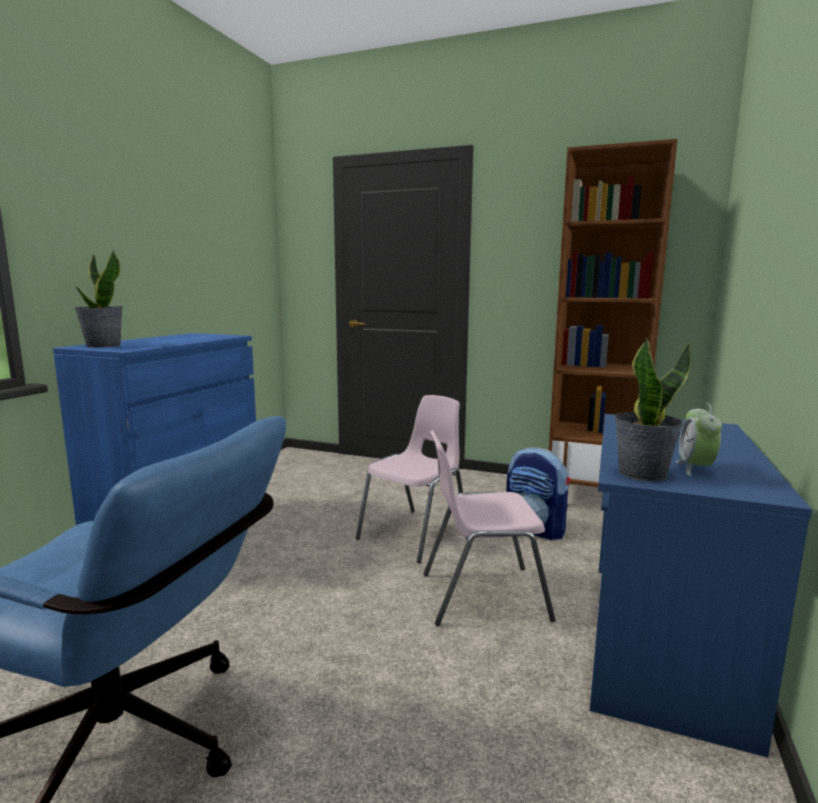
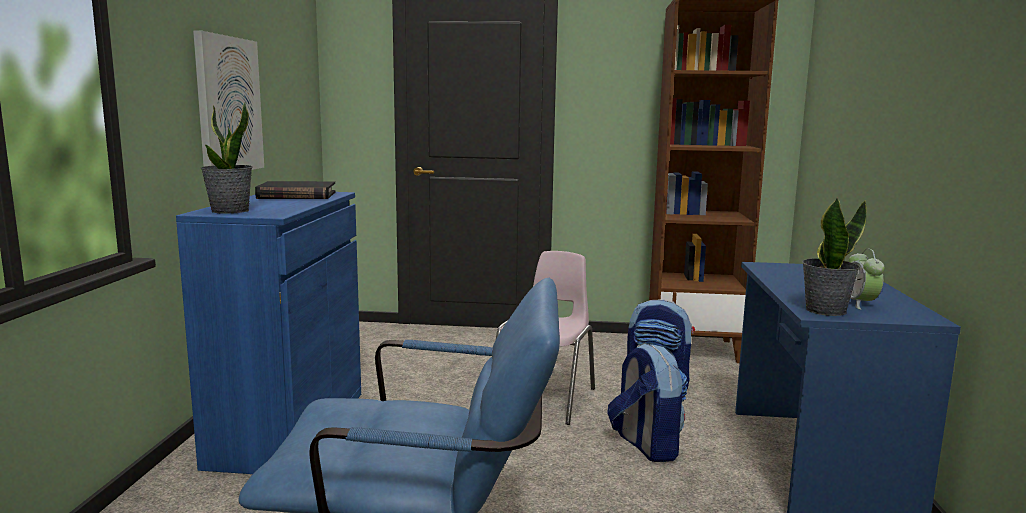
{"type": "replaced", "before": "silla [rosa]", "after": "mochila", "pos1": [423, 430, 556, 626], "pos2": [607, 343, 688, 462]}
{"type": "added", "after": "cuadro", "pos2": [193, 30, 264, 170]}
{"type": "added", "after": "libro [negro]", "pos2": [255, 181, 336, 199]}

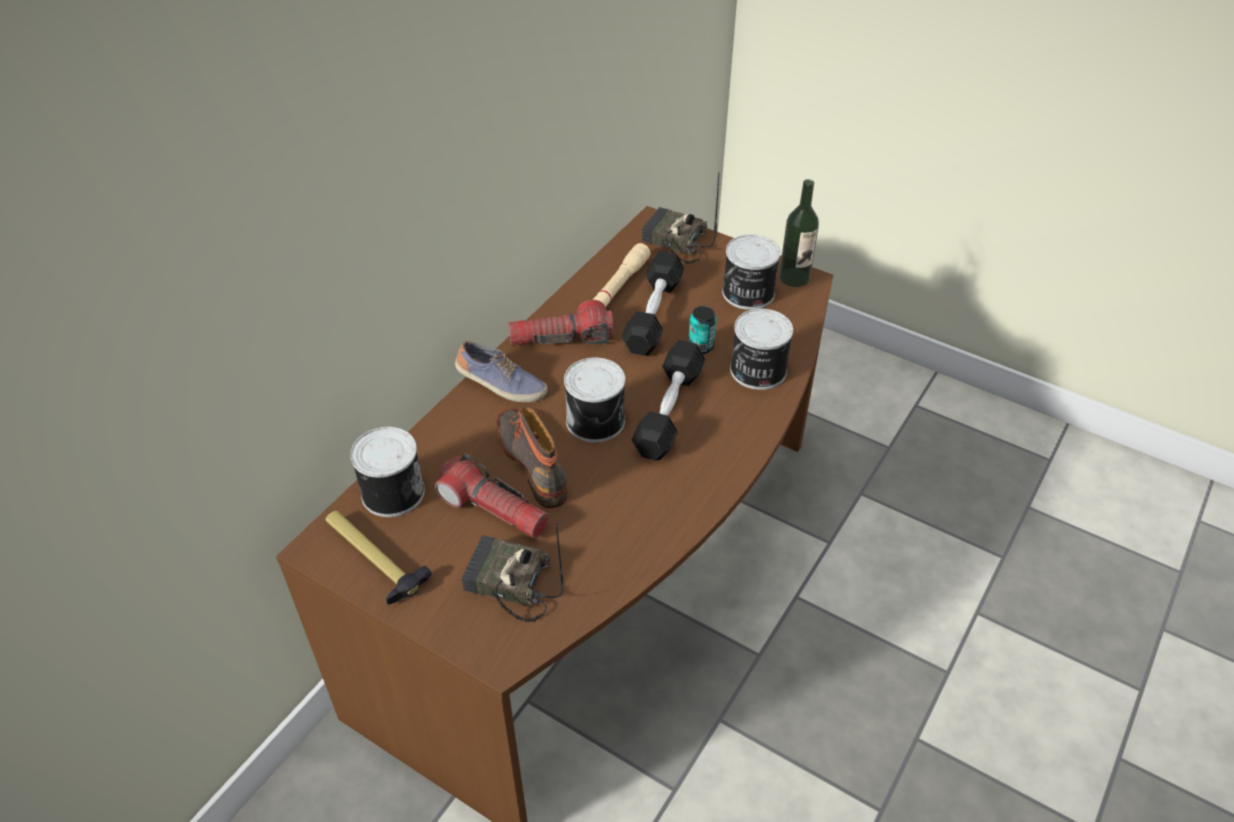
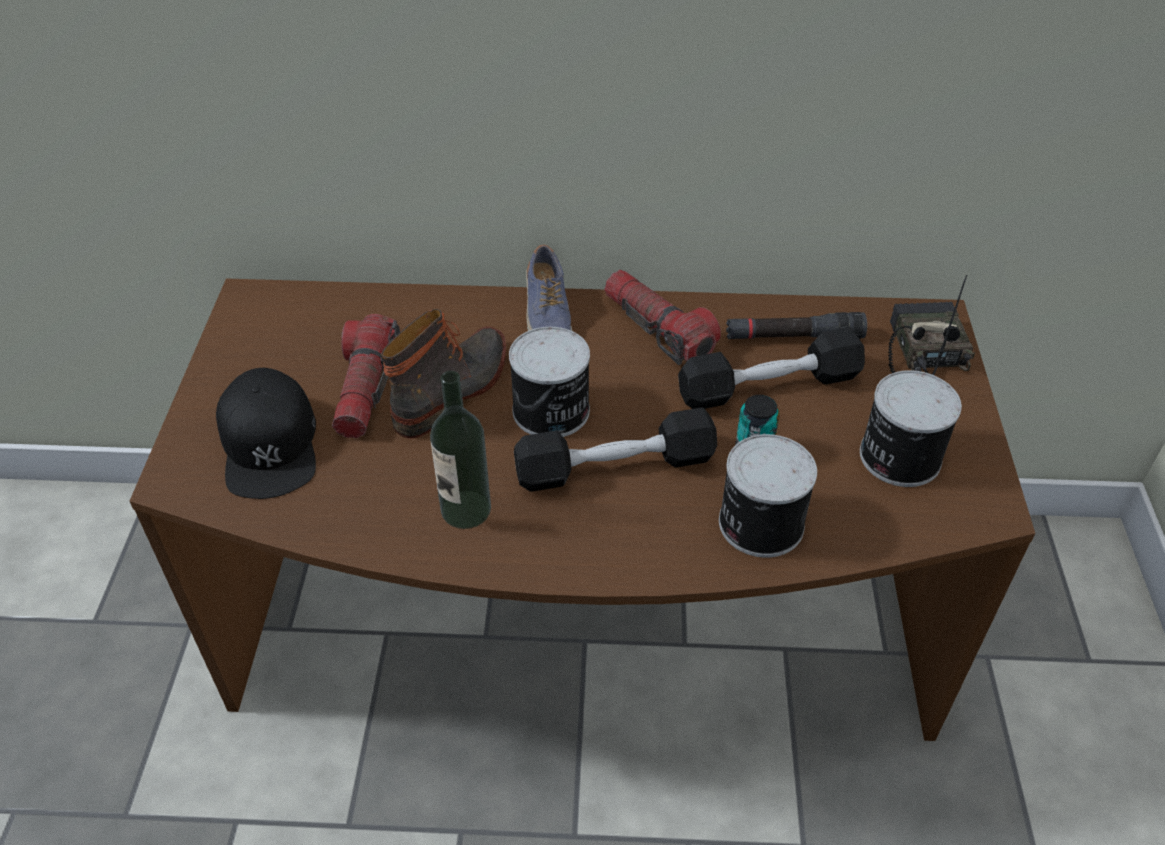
{"type": "removed", "before": "martillo", "pos1": [325, 510, 432, 605]}
{"type": "removed", "before": "lata", "pos1": [350, 427, 425, 517]}
{"type": "replaced", "before": "radio", "after": "gorra [negro]", "pos1": [462, 522, 563, 622], "pos2": [216, 368, 316, 499]}
{"type": "recoloured", "before": "linterna [beis]", "after": "linterna [negro]", "pos1": [593, 243, 651, 307], "pos2": [726, 312, 867, 339]}
{"type": "moved", "before": "botella", "pos1": [779, 179, 819, 287], "pos2": [430, 371, 491, 529]}

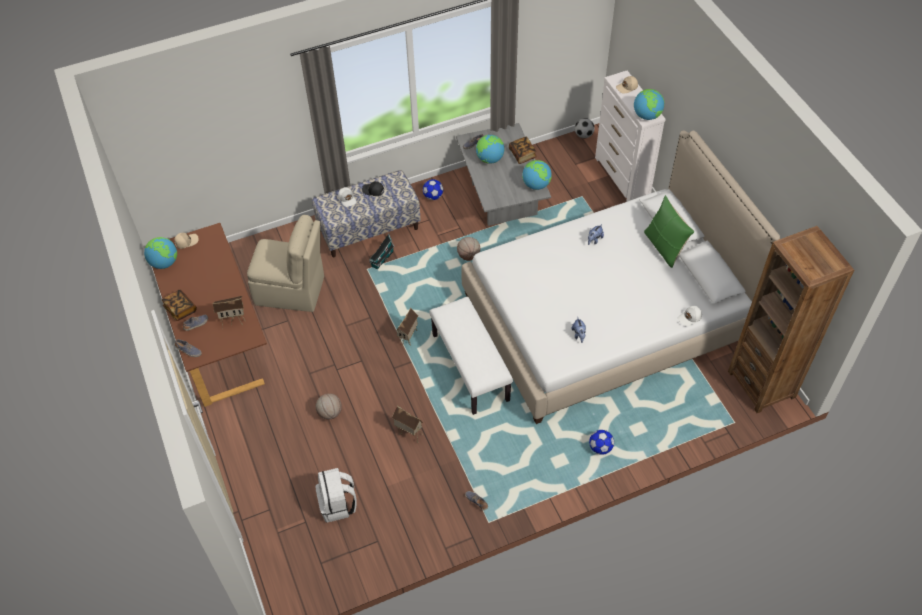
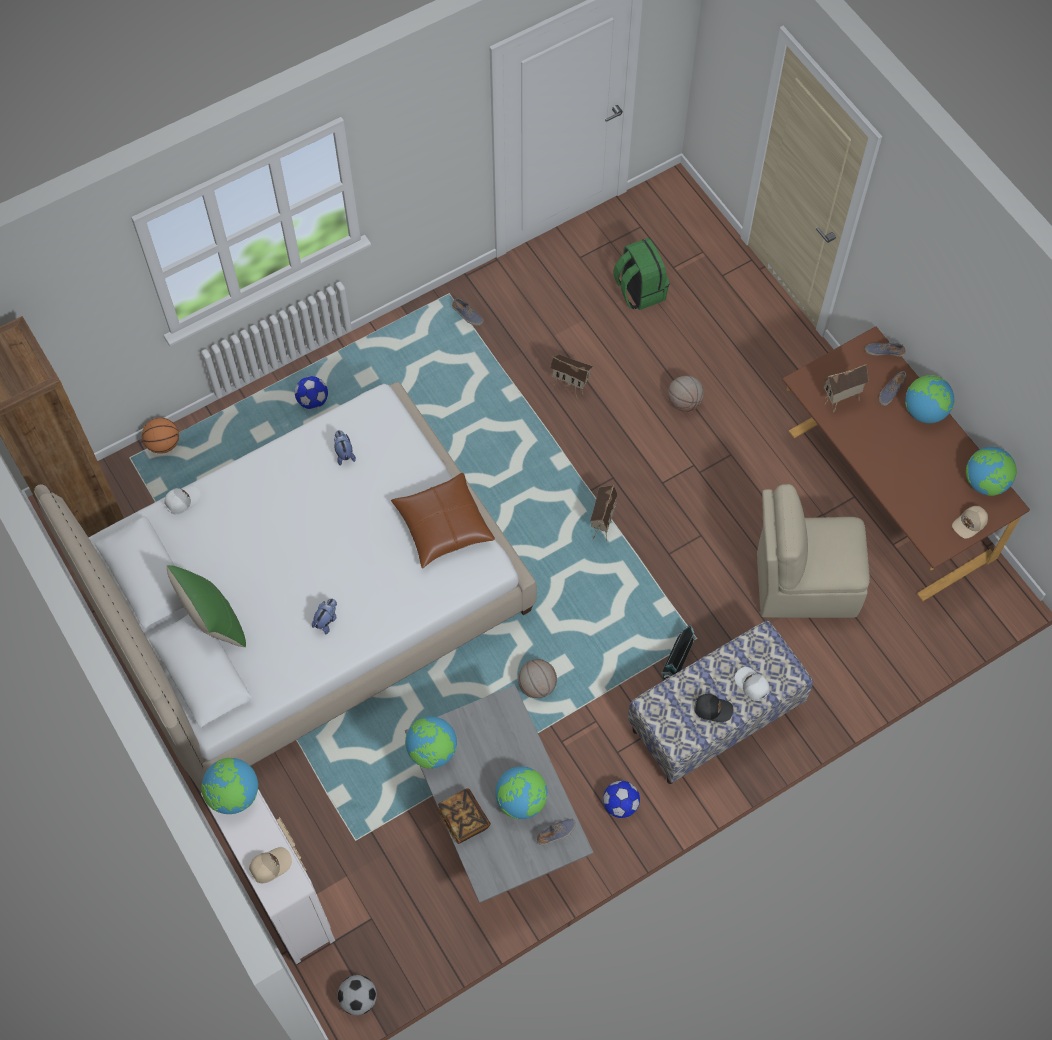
{"type": "replaced", "before": "libro", "after": "globo terráqueo", "pos1": [162, 290, 197, 321], "pos2": [905, 375, 954, 423]}
{"type": "recoloured", "before": "mochila [blanco]", "after": "mochila [verde]", "pos1": [316, 468, 357, 522], "pos2": [613, 238, 670, 310]}
{"type": "removed", "before": "banco [blanco]", "pos1": [429, 297, 513, 415]}
{"type": "added", "after": "balón de baloncesto", "pos2": [142, 418, 179, 454]}
{"type": "added", "after": "cojín [marrón]", "pos2": [391, 473, 495, 568]}

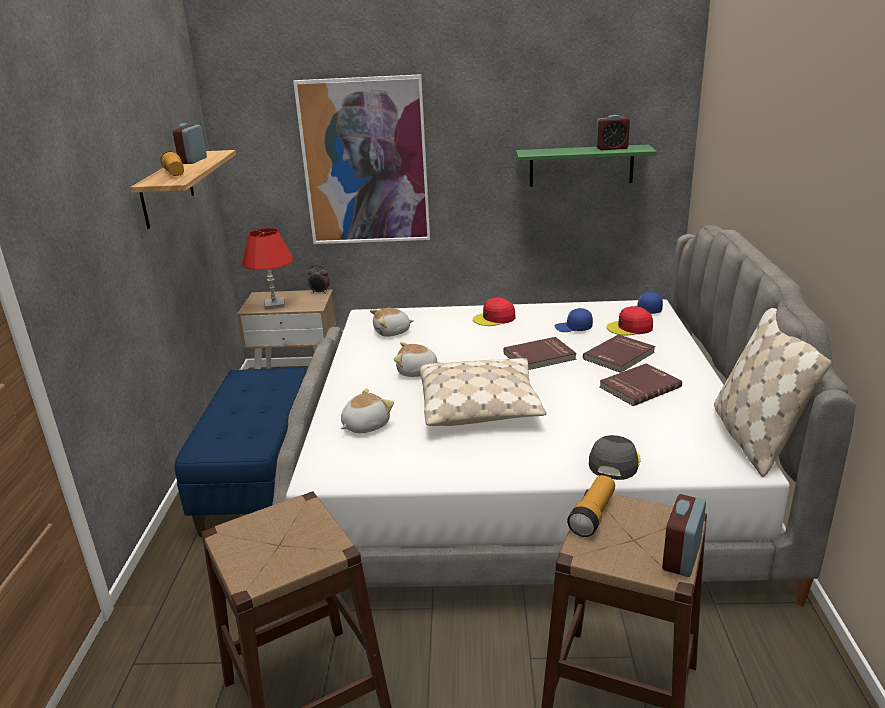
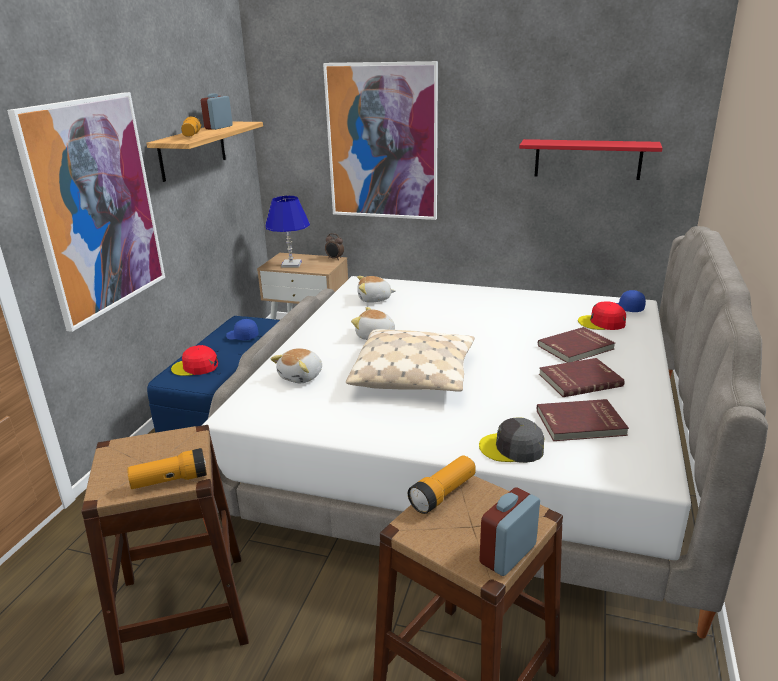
{"type": "recoloured", "before": "lámpara de mesa [rojo]", "after": "lámpara de mesa [azul]", "pos1": [242, 228, 294, 310], "pos2": [265, 196, 310, 268]}
{"type": "turned", "before": "peluche", "pos1": [341, 388, 394, 433], "pos2": [270, 348, 322, 383], "turn": 150}
{"type": "moved", "before": "gorra [rojo]", "pos1": [473, 298, 516, 326], "pos2": [171, 345, 218, 376]}
{"type": "moved", "before": "libro [rojo]", "pos1": [503, 337, 577, 370], "pos2": [537, 399, 629, 441]}
{"type": "recoloured", "before": "estante [verde]", "after": "estante [rojo]", "pos1": [516, 145, 657, 187], "pos2": [519, 139, 662, 180]}
{"type": "moved", "before": "gorra [azul]", "pos1": [555, 308, 593, 332], "pos2": [226, 319, 259, 340]}
{"type": "turned", "before": "gorra [gris]", "pos1": [589, 435, 641, 480], "pos2": [479, 417, 544, 463], "turn": -120}
{"type": "removed", "before": "despertador", "pos1": [596, 115, 630, 150]}
{"type": "removed", "before": "cojín [beis]", "pos1": [714, 308, 832, 477]}
{"type": "added", "after": "cuadro", "pos2": [7, 92, 165, 332]}
{"type": "added", "after": "linterna", "pos2": [127, 448, 207, 489]}

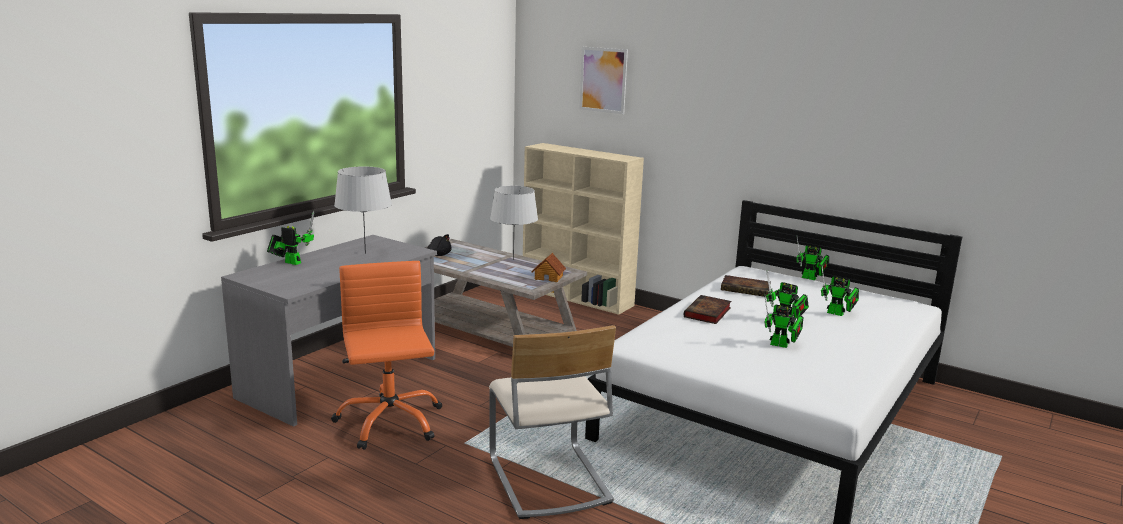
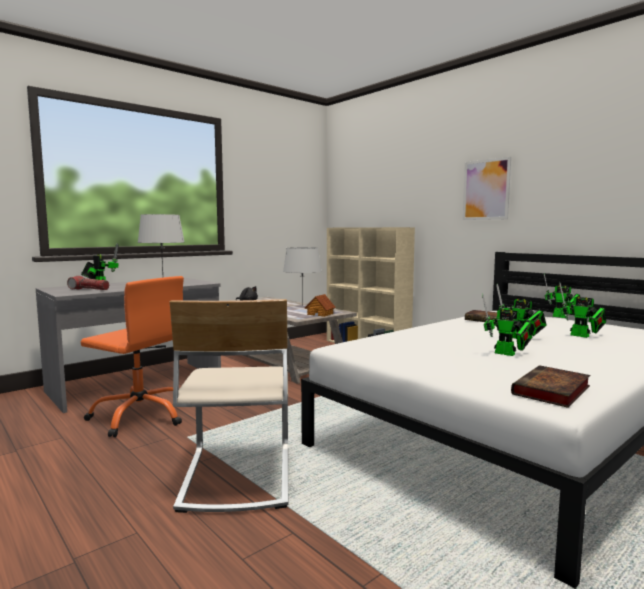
{"type": "turned", "before": "silla de oficina [naranja]", "pos1": [331, 261, 442, 450], "pos2": [81, 276, 184, 437], "turn": 120}
{"type": "moved", "before": "cuadro", "pos1": [580, 47, 628, 114], "pos2": [463, 157, 511, 220]}
{"type": "moved", "before": "libro", "pos1": [684, 295, 731, 324], "pos2": [511, 365, 591, 408]}
{"type": "added", "after": "linterna", "pos2": [67, 276, 109, 290]}

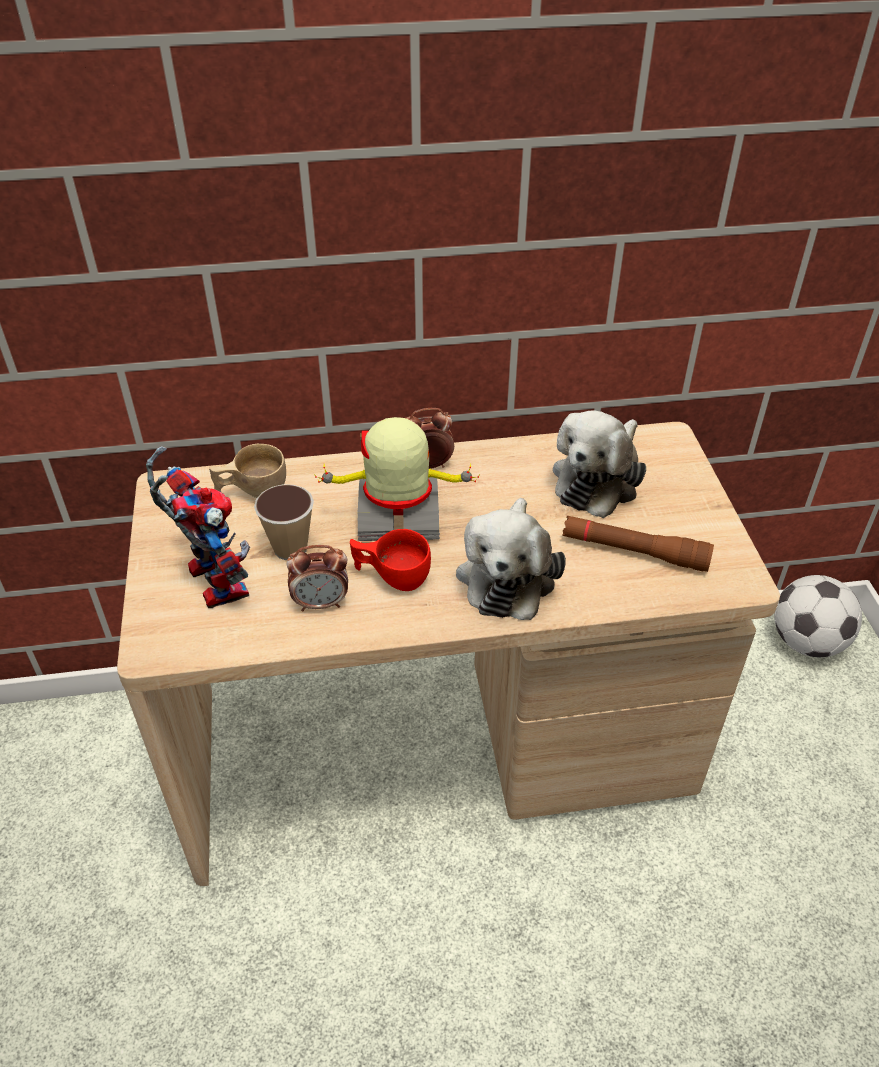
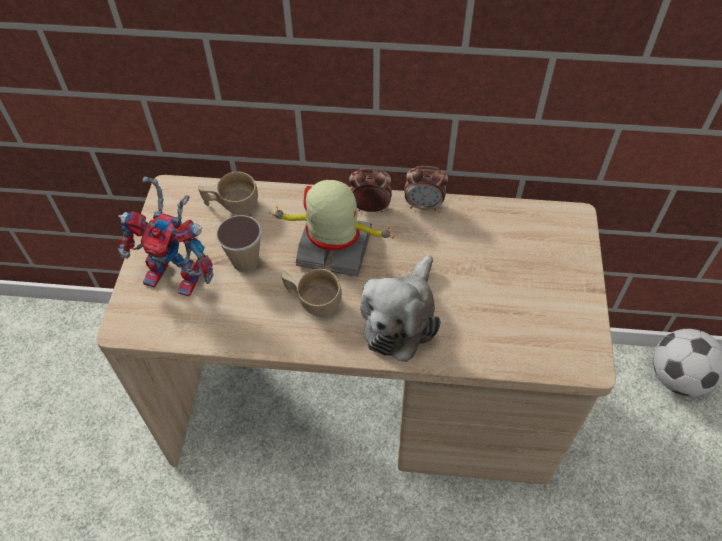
{"type": "turned", "before": "robot de juguete", "pos1": [146, 446, 250, 608], "pos2": [117, 176, 214, 297], "turn": 120}
{"type": "moved", "before": "despertador", "pos1": [287, 545, 348, 611], "pos2": [404, 166, 448, 211]}
{"type": "recoloured", "before": "taza [rojo]", "after": "taza [beis]", "pos1": [350, 529, 431, 591], "pos2": [281, 269, 341, 317]}
{"type": "removed", "before": "peluche", "pos1": [553, 410, 646, 518]}
{"type": "removed", "before": "linterna [marrón]", "pos1": [563, 516, 714, 572]}

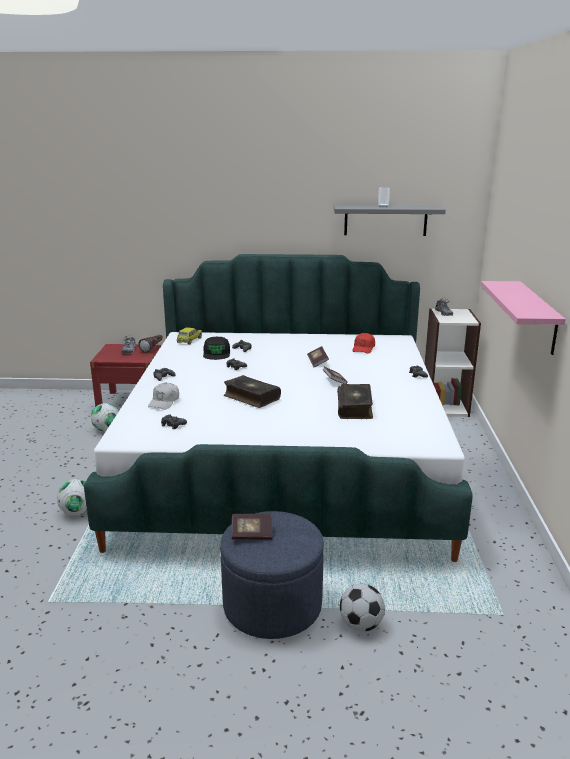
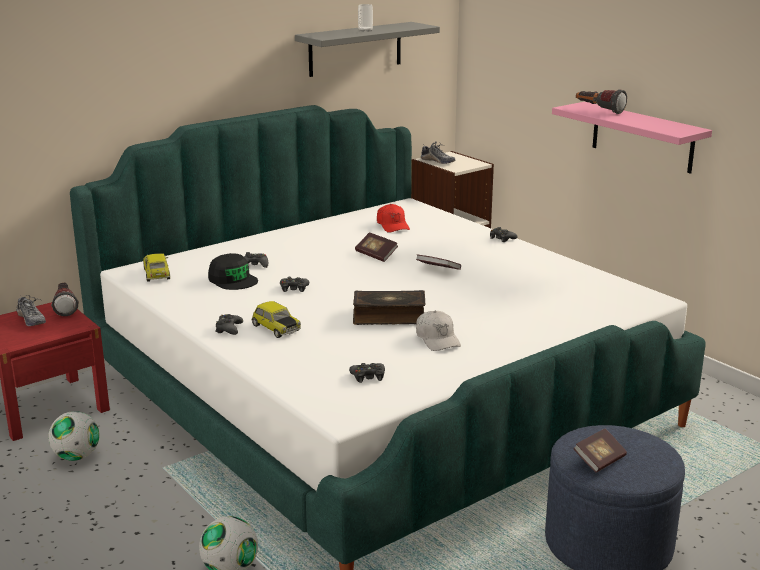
{"type": "moved", "before": "gorra [blanco]", "pos1": [148, 383, 179, 409], "pos2": [416, 311, 461, 351]}
{"type": "removed", "before": "libro", "pos1": [337, 384, 373, 419]}
{"type": "removed", "before": "balón de fútbol", "pos1": [340, 583, 385, 631]}
{"type": "added", "after": "coche de juguete", "pos2": [251, 301, 301, 338]}
{"type": "added", "after": "linterna", "pos2": [576, 89, 627, 114]}

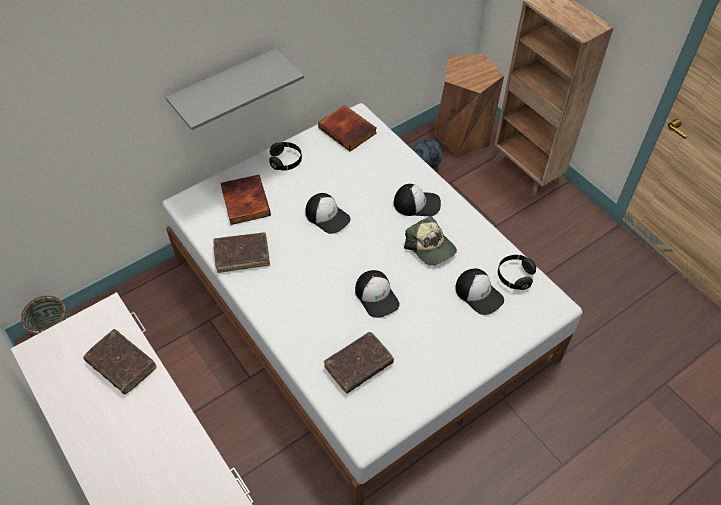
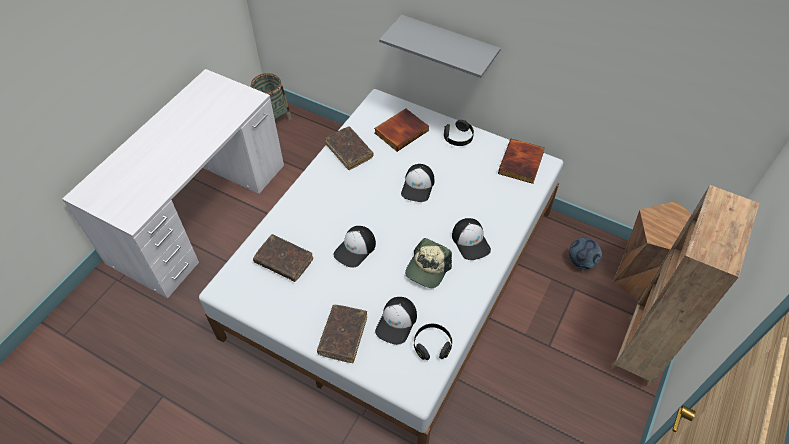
{"type": "moved", "before": "libro [marrón]", "pos1": [83, 329, 157, 395], "pos2": [317, 305, 367, 363]}

